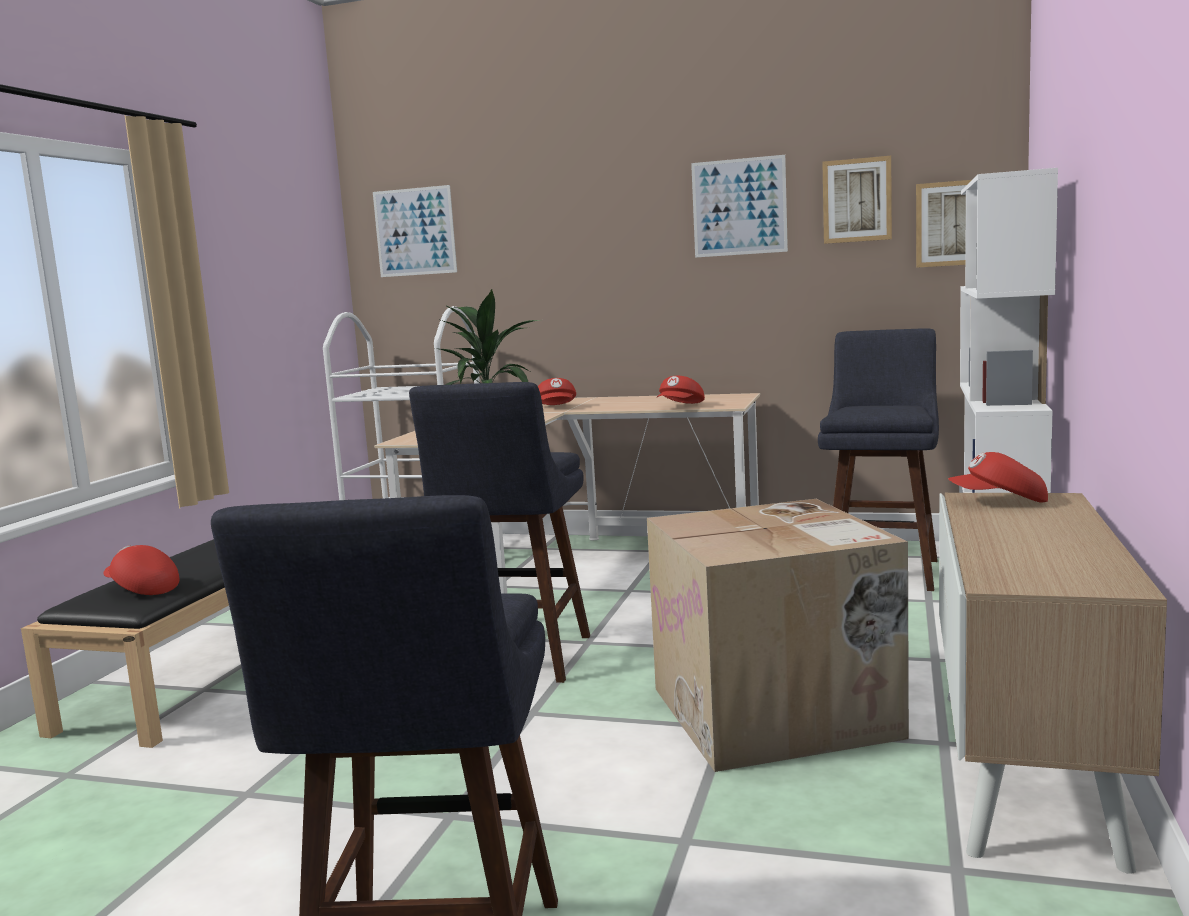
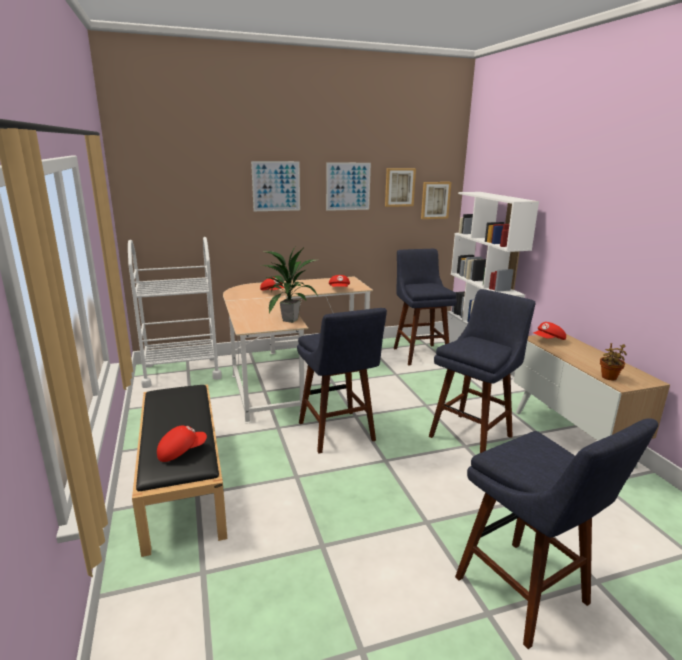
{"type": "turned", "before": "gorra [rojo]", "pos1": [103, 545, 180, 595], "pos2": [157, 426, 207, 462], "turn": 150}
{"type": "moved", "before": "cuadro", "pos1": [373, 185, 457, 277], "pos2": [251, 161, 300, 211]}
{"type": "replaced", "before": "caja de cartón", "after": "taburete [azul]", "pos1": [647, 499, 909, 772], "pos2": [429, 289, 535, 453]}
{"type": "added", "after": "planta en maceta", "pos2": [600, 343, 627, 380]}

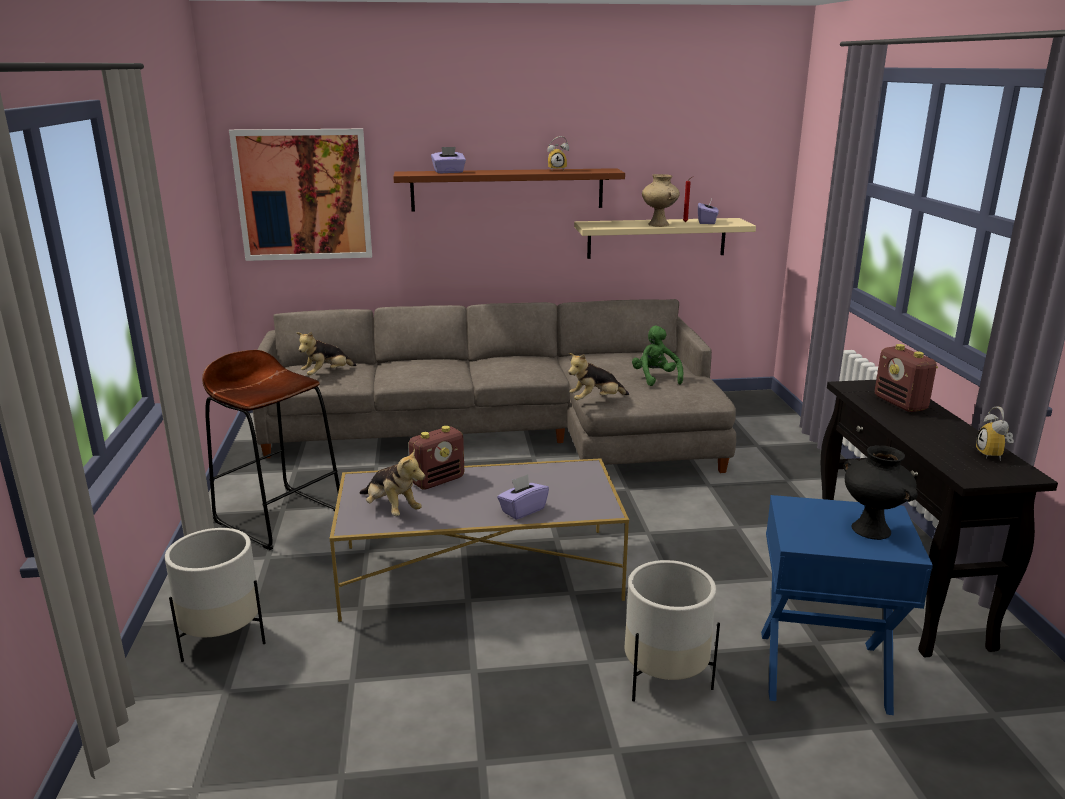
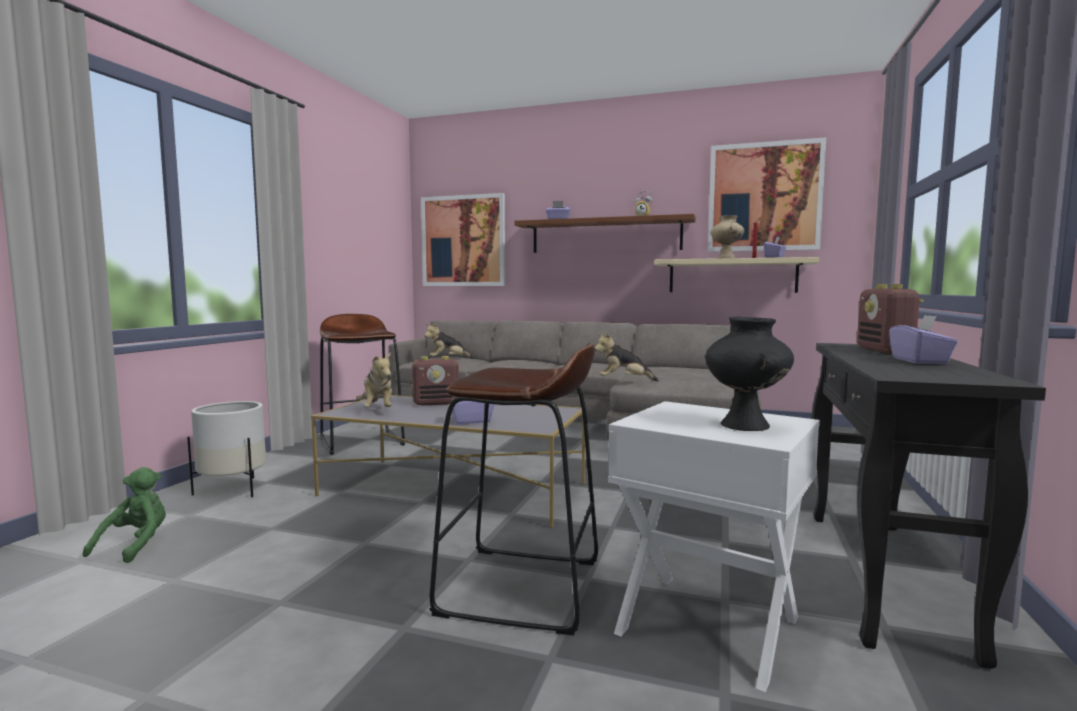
{"type": "replaced", "before": "maceta [blanco]", "after": "taburete [marrón]", "pos1": [624, 560, 720, 702], "pos2": [429, 343, 598, 635]}
{"type": "moved", "before": "peluche [verde]", "pos1": [632, 326, 683, 386], "pos2": [83, 467, 166, 563]}
{"type": "recoloured", "before": "mesa auxiliar [azul]", "after": "mesa auxiliar [blanco]", "pos1": [761, 495, 933, 715], "pos2": [608, 401, 820, 692]}
{"type": "removed", "before": "despertador", "pos1": [976, 406, 1014, 461]}
{"type": "added", "after": "cuadro", "pos2": [708, 137, 826, 252]}
{"type": "added", "after": "caja de pañuelos [morado]", "pos2": [889, 315, 958, 364]}

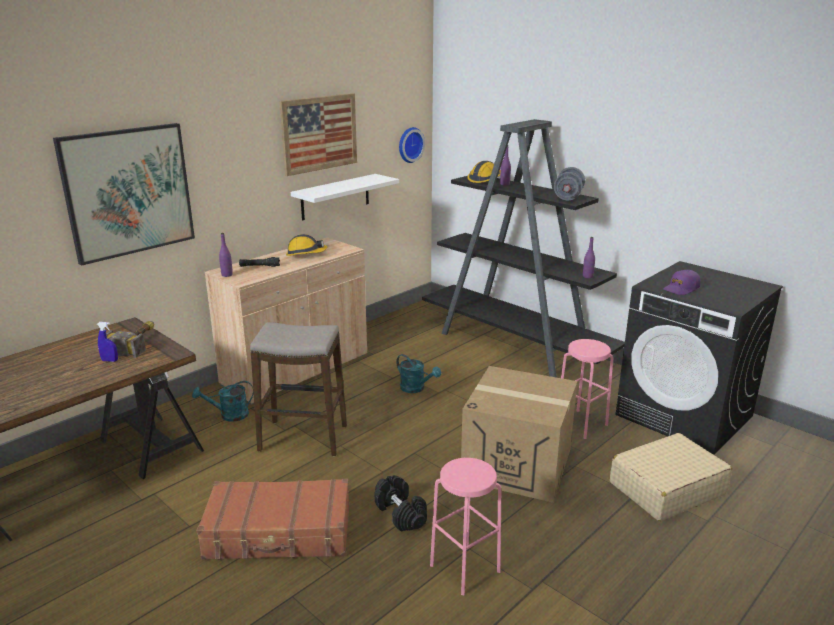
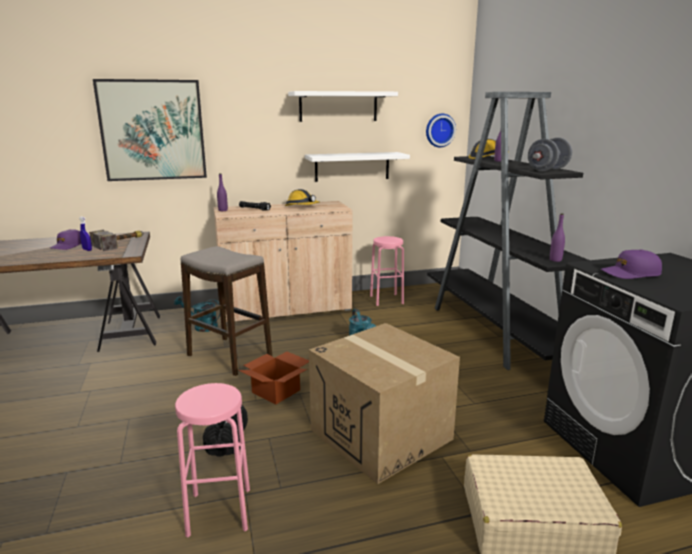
{"type": "removed", "before": "maleta [marrón]", "pos1": [197, 479, 349, 560]}
{"type": "replaced", "before": "cuadro", "after": "estante [blanco]", "pos1": [279, 93, 357, 176], "pos2": [288, 91, 398, 122]}
{"type": "moved", "before": "taburete [rosa]", "pos1": [561, 339, 613, 439], "pos2": [370, 236, 404, 306]}
{"type": "added", "after": "gorra [morado]", "pos2": [50, 229, 81, 250]}
{"type": "added", "after": "caja de cartón", "pos2": [238, 351, 309, 404]}

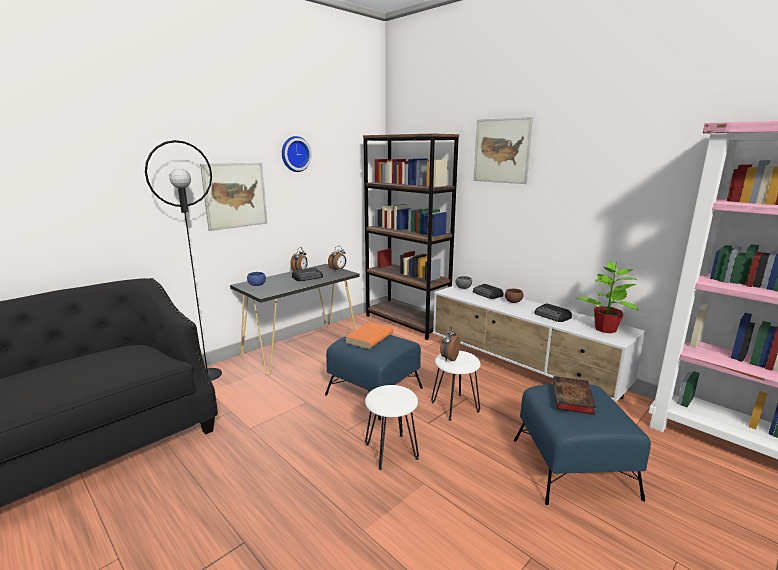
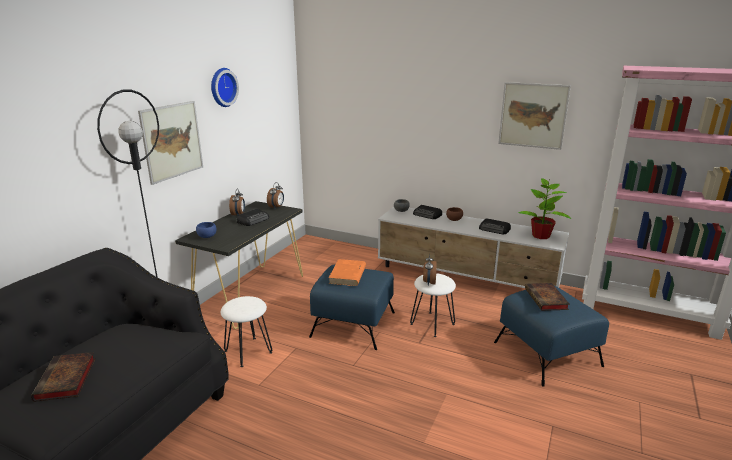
{"type": "removed", "before": "estantería [marrón]", "pos1": [363, 134, 459, 340]}
{"type": "moved", "before": "taburete [blanco]", "pos1": [365, 385, 419, 470], "pos2": [221, 296, 273, 367]}
{"type": "moved", "before": "cuadro", "pos1": [473, 117, 533, 184], "pos2": [498, 82, 571, 150]}
{"type": "added", "after": "libro", "pos2": [31, 352, 95, 402]}

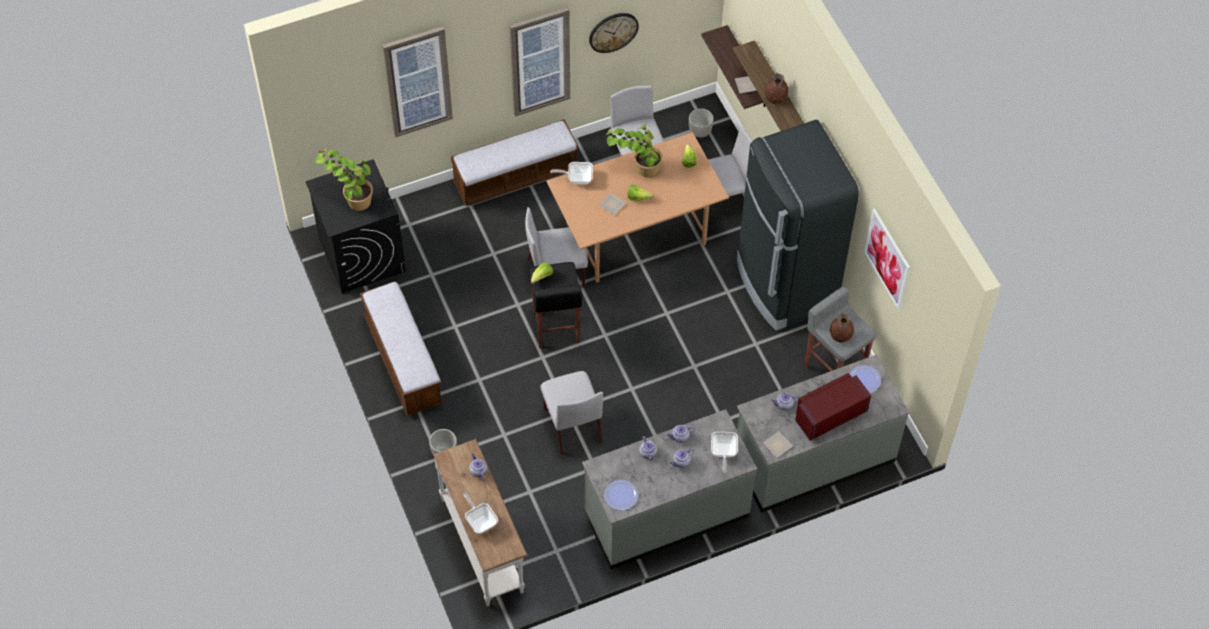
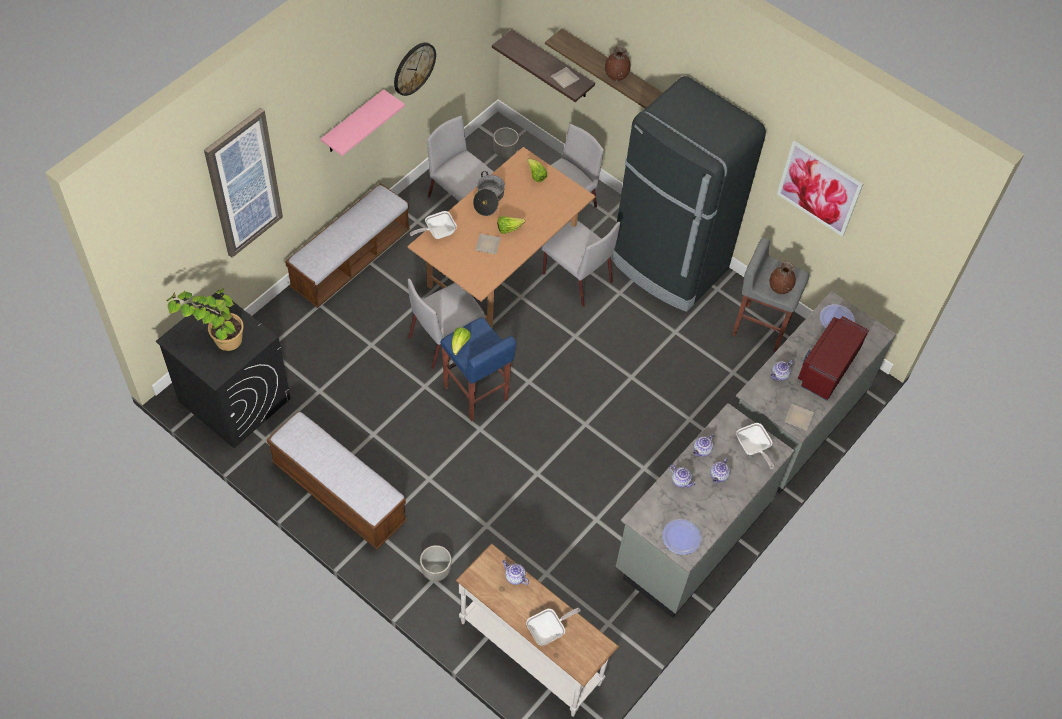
{"type": "turned", "before": "sartén", "pos1": [463, 492, 498, 534], "pos2": [526, 608, 581, 646], "turn": 120}
{"type": "replaced", "before": "cuadro", "after": "estante [rosa]", "pos1": [509, 7, 570, 117], "pos2": [321, 89, 405, 156]}
{"type": "recoloured", "before": "taburete [negro]", "after": "taburete [azul]", "pos1": [529, 262, 582, 348], "pos2": [440, 318, 516, 421]}
{"type": "moved", "before": "silla [gris]", "pos1": [540, 371, 603, 455], "pos2": [542, 220, 620, 307]}
{"type": "replaced", "before": "planta en maceta", "after": "olla", "pos1": [604, 124, 663, 177], "pos2": [473, 171, 505, 216]}

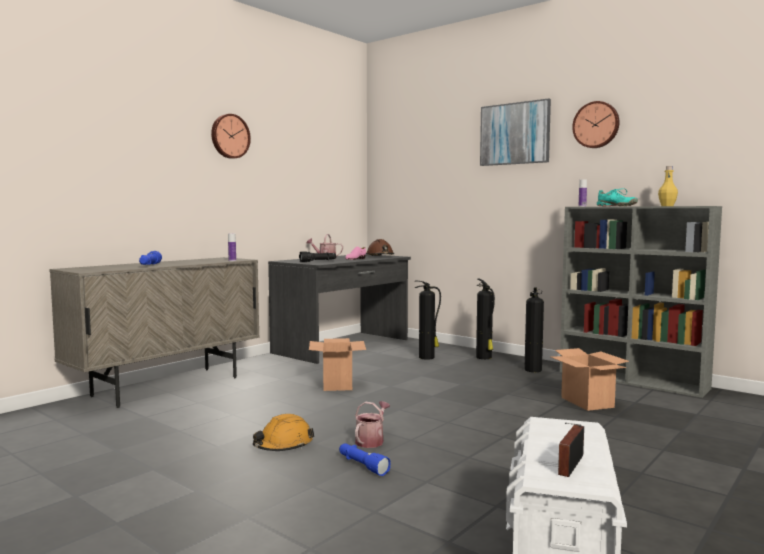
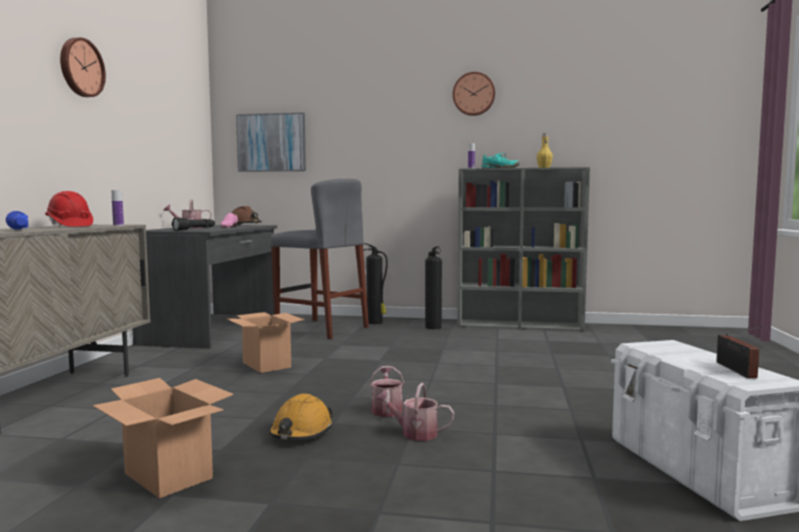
{"type": "replaced", "before": "linterna [azul]", "after": "regadera", "pos1": [339, 443, 390, 476], "pos2": [375, 383, 454, 441]}
{"type": "replaced", "before": "extintor", "after": "taburete [gris]", "pos1": [415, 281, 441, 360], "pos2": [270, 179, 369, 339]}
{"type": "moved", "before": "cuadro", "pos1": [480, 98, 551, 166], "pos2": [236, 113, 306, 172]}
{"type": "moved", "before": "caja de cartón", "pos1": [551, 348, 629, 411], "pos2": [93, 378, 234, 498]}
{"type": "added", "after": "casco [rojo]", "pos2": [45, 191, 93, 227]}

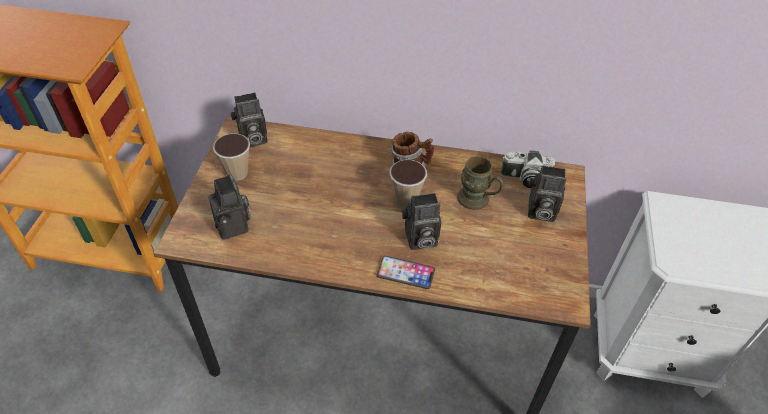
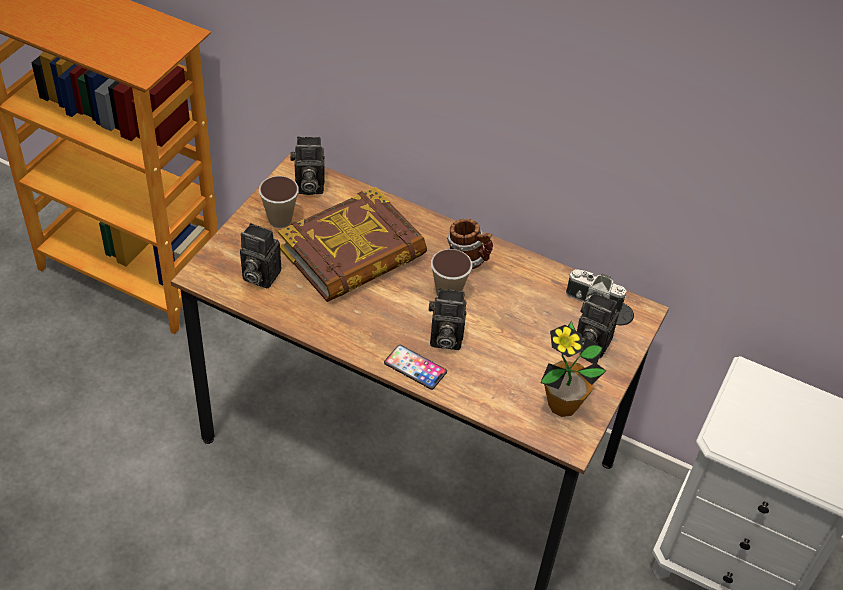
{"type": "turned", "before": "cámara", "pos1": [208, 173, 251, 240], "pos2": [240, 223, 281, 289], "turn": 120}
{"type": "removed", "before": "taza grande [marrón]", "pos1": [457, 156, 504, 210]}
{"type": "added", "after": "libro", "pos2": [278, 187, 427, 302]}
{"type": "added", "after": "planta en maceta", "pos2": [540, 321, 606, 417]}

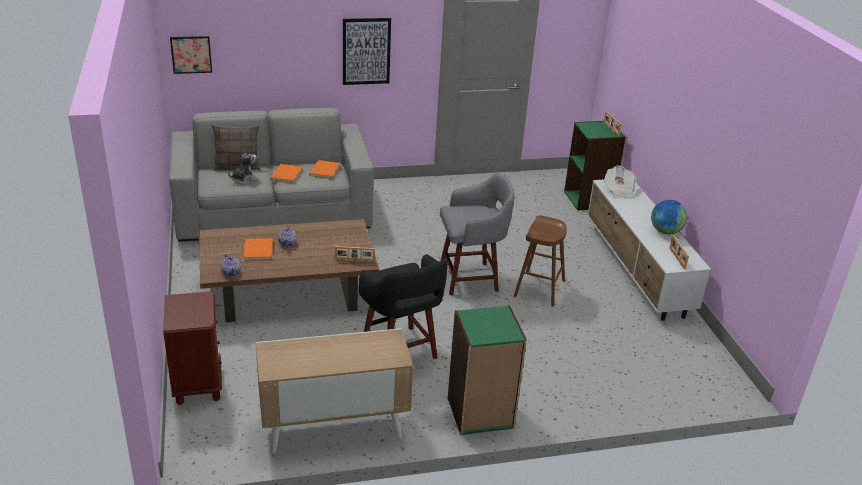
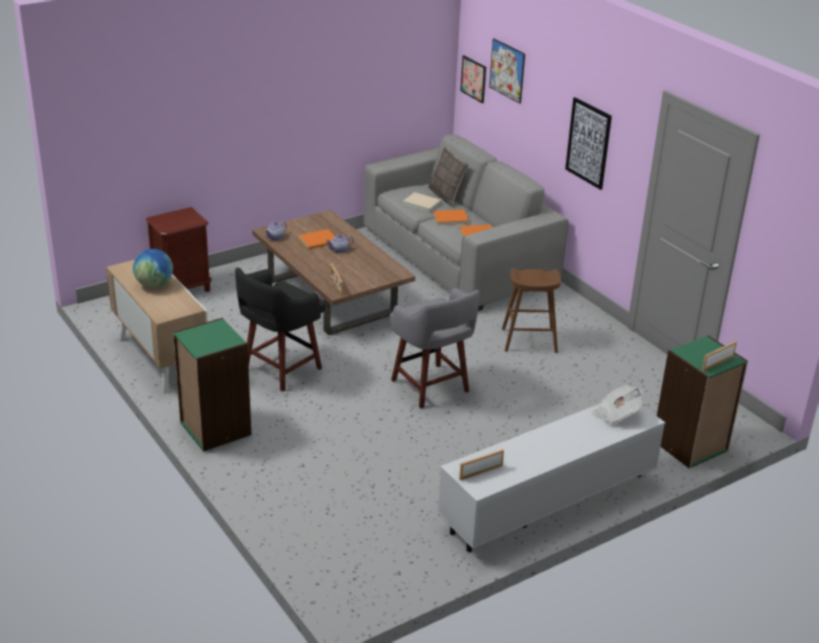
{"type": "replaced", "before": "peluche", "after": "libro [beis]", "pos1": [228, 149, 258, 184], "pos2": [403, 192, 442, 212]}
{"type": "moved", "before": "taburete [marrón]", "pos1": [514, 215, 567, 307], "pos2": [502, 268, 561, 353]}
{"type": "moved", "before": "globo terráqueo", "pos1": [651, 200, 687, 235], "pos2": [133, 249, 173, 288]}
{"type": "added", "after": "cuadro", "pos2": [489, 38, 525, 104]}

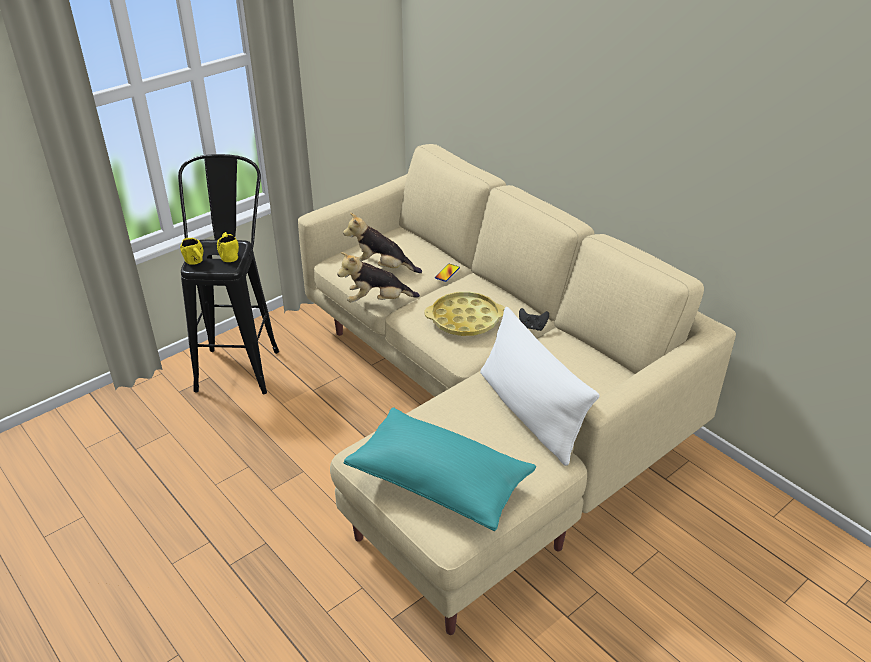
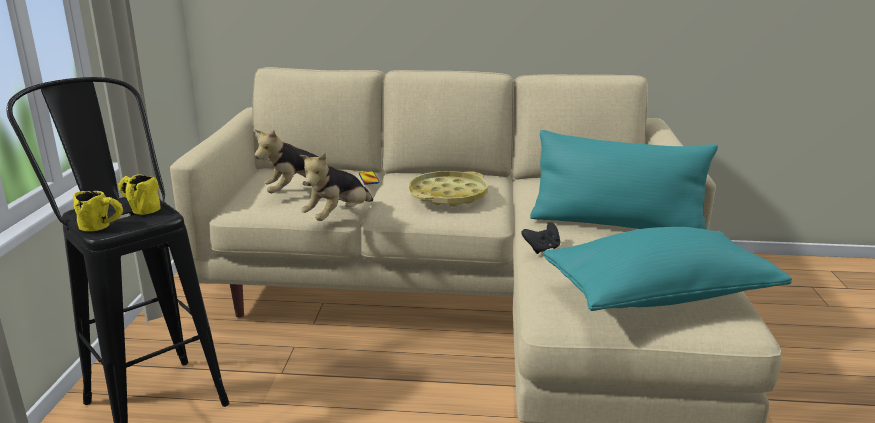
{"type": "recoloured", "before": "cojín [blanco]", "after": "cojín [turquesa]", "pos1": [480, 307, 599, 466], "pos2": [530, 130, 718, 230]}
{"type": "moved", "before": "mando de consola [negro]", "pos1": [519, 308, 549, 331], "pos2": [522, 222, 560, 254]}

